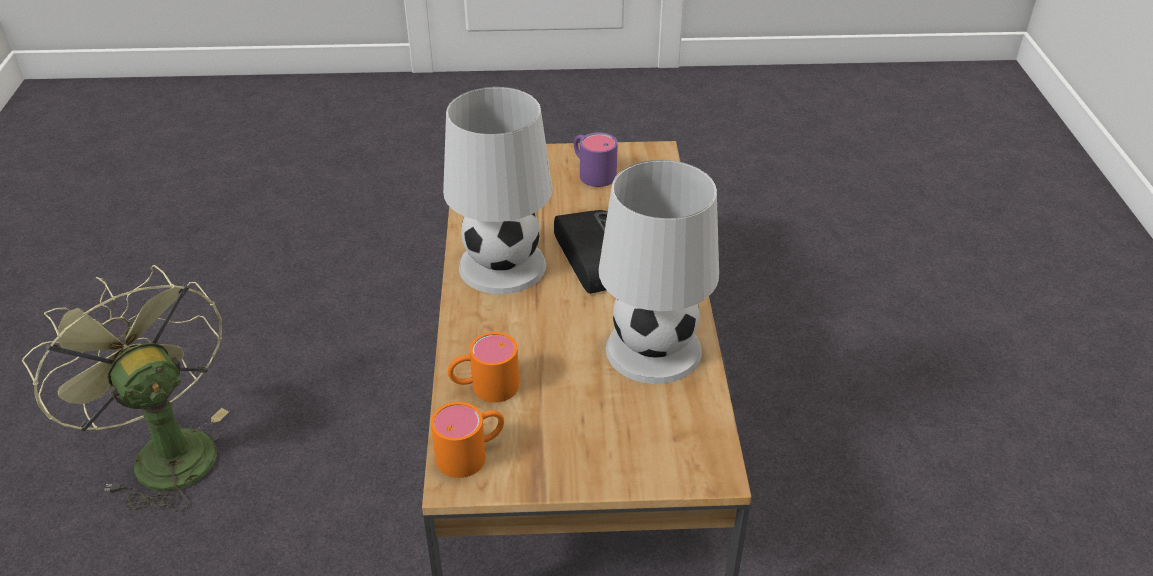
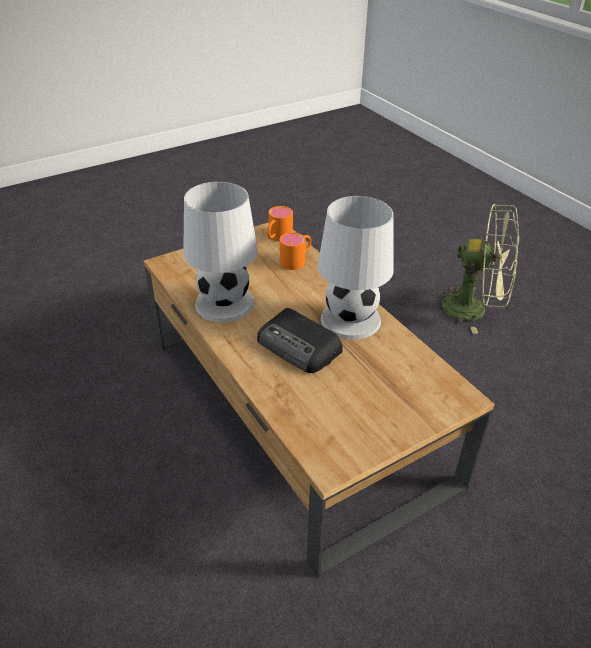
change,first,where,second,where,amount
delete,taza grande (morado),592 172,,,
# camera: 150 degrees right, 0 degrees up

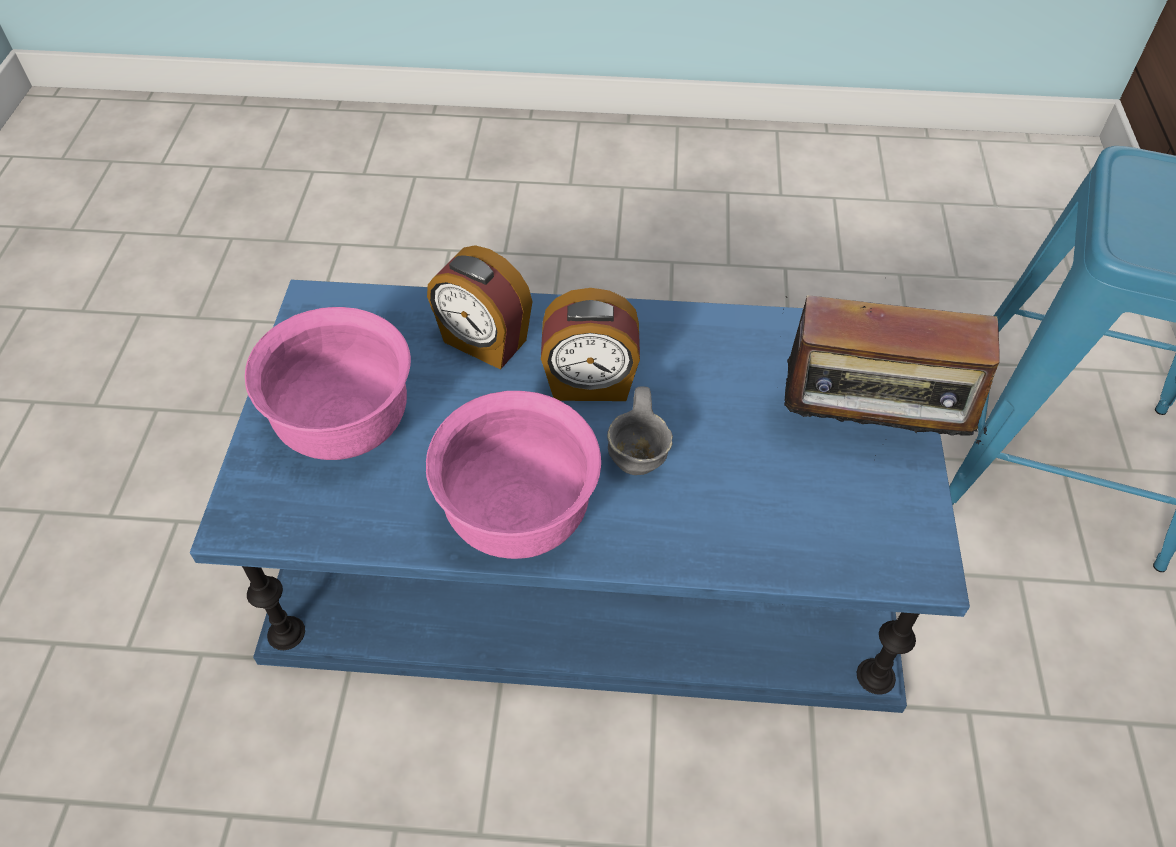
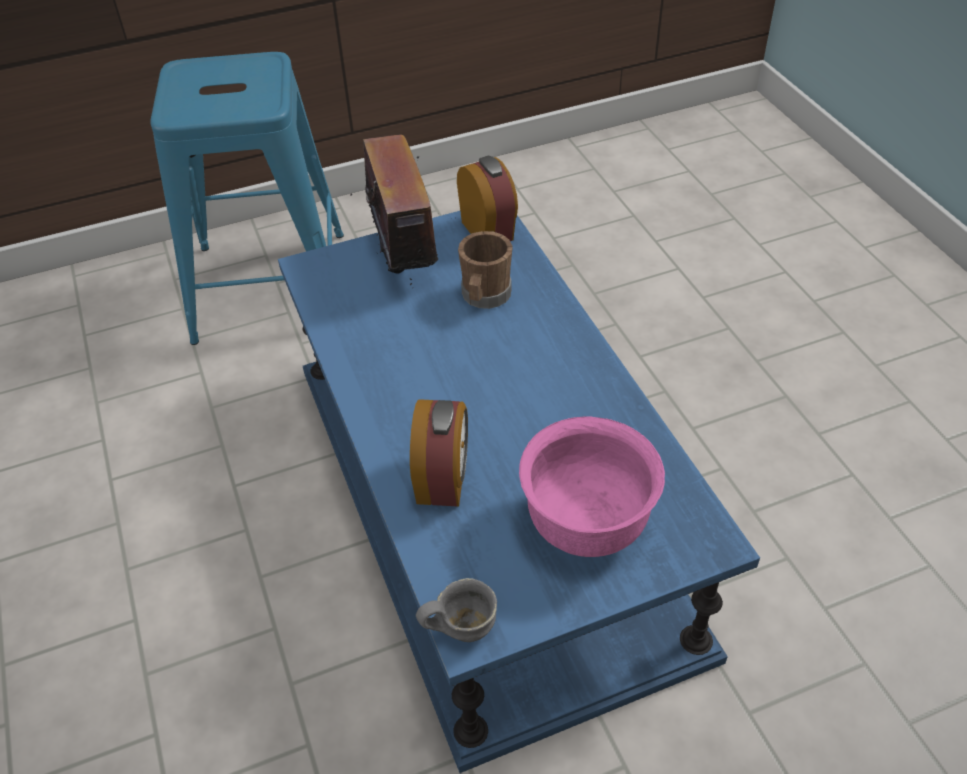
change,first,where,second,where,amount
delete,cuenco (rosa),518 518,,,
move,despertador,590 384,,488 230,
move,taza grande (gris),641 458,,461 627,
insert,,,taza grande (marrón),484 297,
# camera: 115 degrees left, 5 degrees down

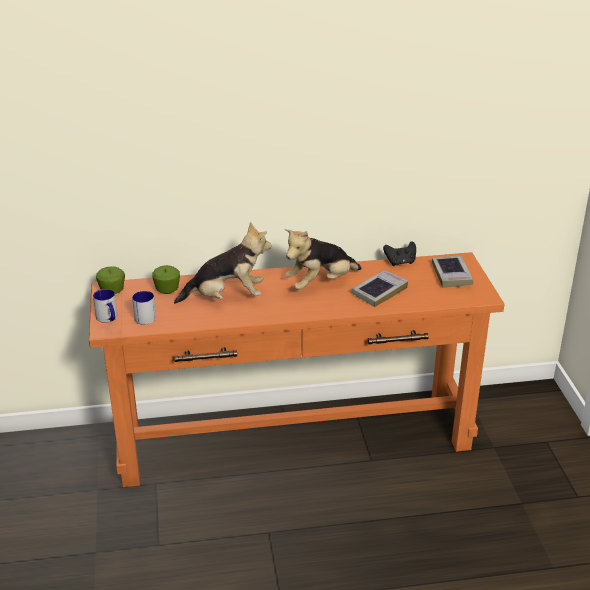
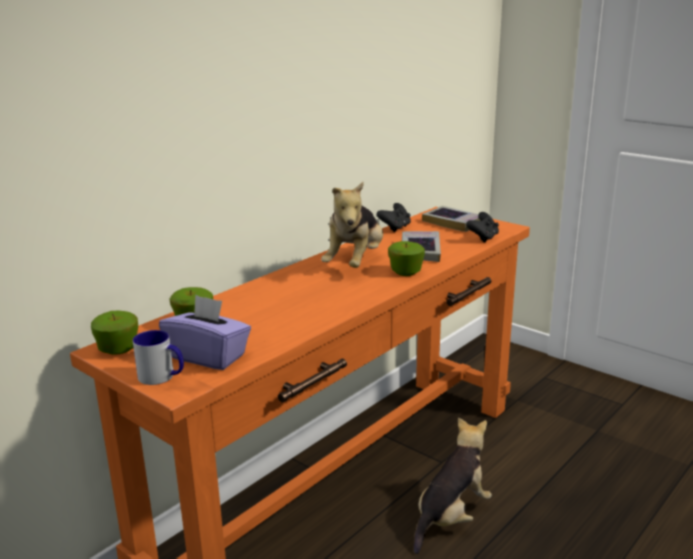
change,first,where,second,where,amount
replace,taza grande,144 316,caja de pañuelos (morado),208 356,
move,peluche,227 298,,451 517,
insert,,,manzana,405 272,
insert,,,mando de consola (negro),483 238,
# camera: 40 degrees left, 10 degrees down

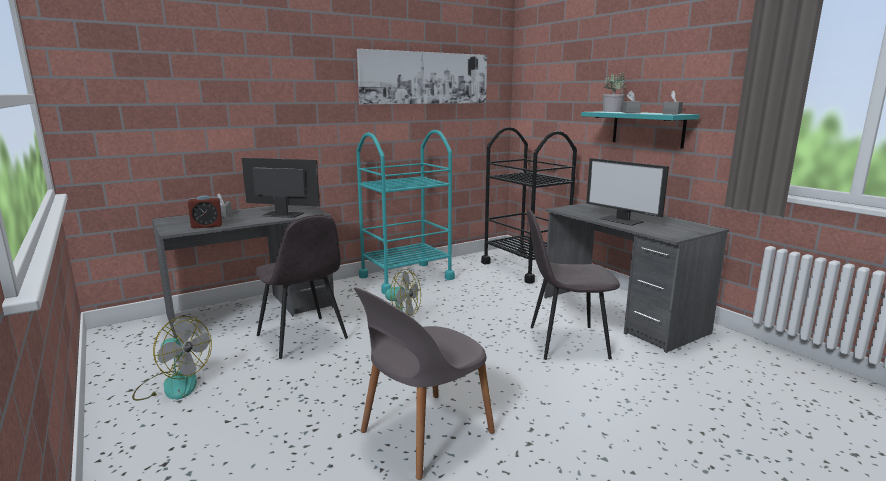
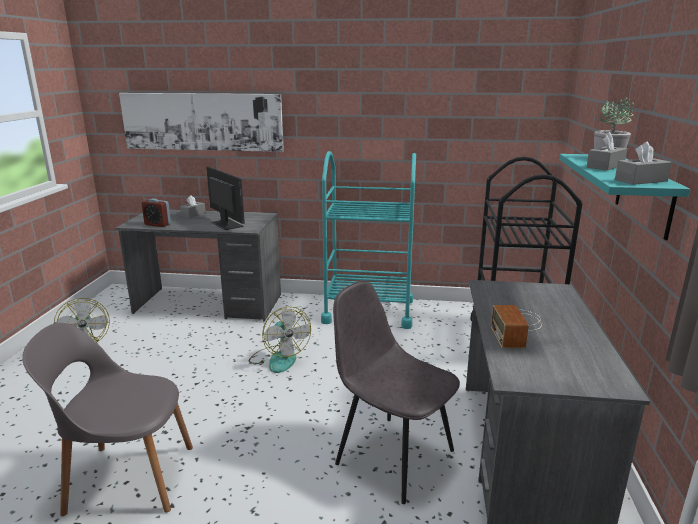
change,first,where,second,where,amount
delete,silla (gris),303 338,,,
move,cuadro,425 78,,202 121,
replace,monitor,622 220,radio,517 327,
# camera: 40 degrees right, 5 degrees up

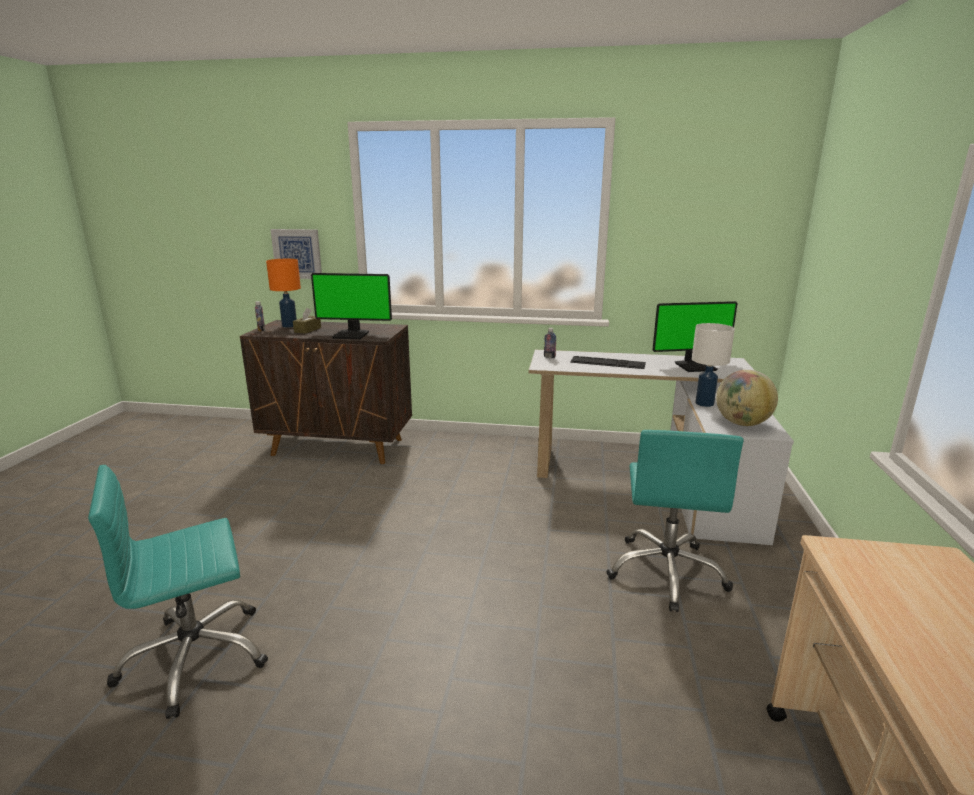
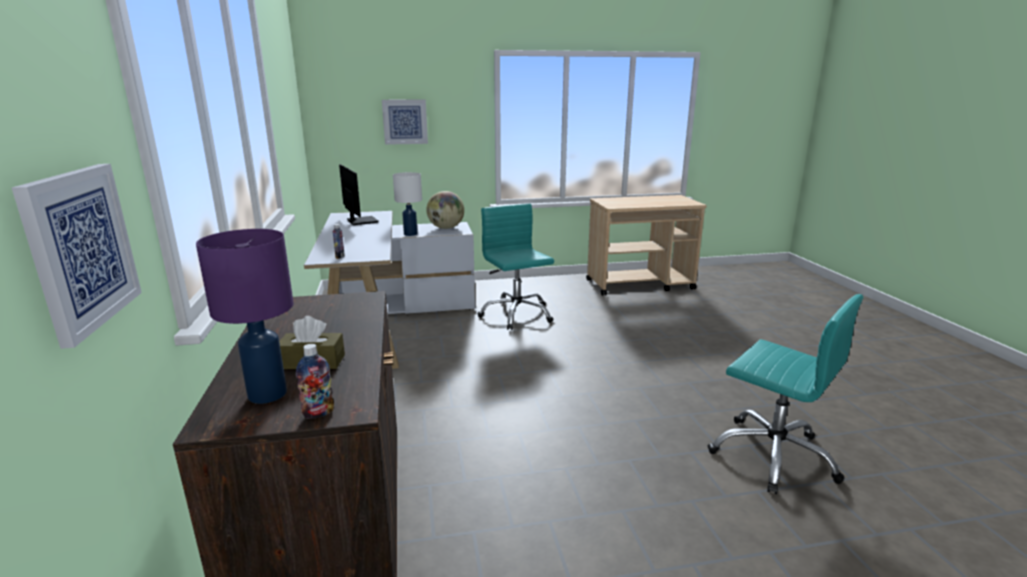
change,first,where,second,where,amount
recolor,lámpara de mesa (naranja),289 326,lámpara de mesa (morado),268 394,
delete,monitor,352 335,,,
delete,teclado,607 363,,,
rotate,silla de oficina (turquesa),667 572,,516 315,105 degrees counterclockwise
insert,,,cuadro,405 121,
# camera: 110 degrees left, 0 degrees up

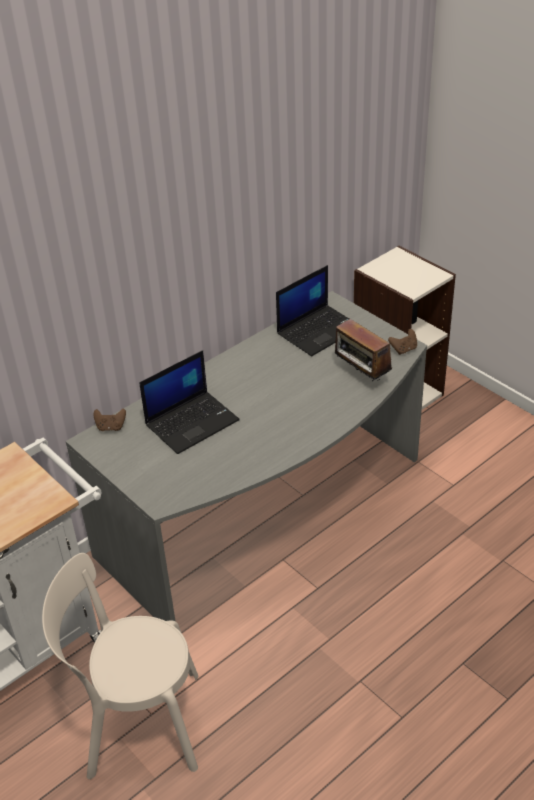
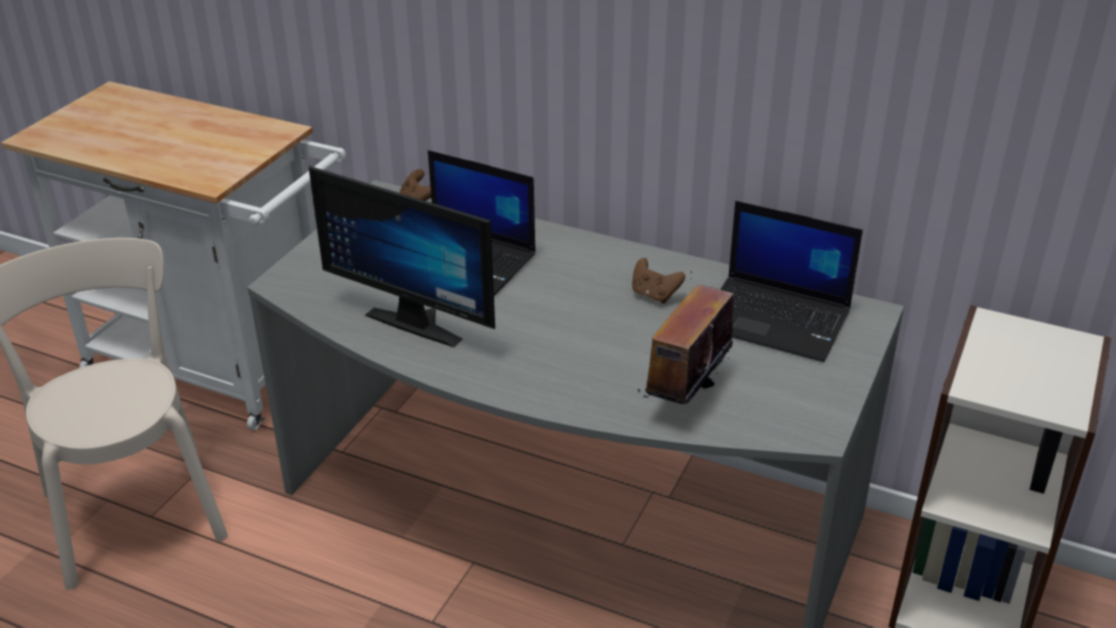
change,first,where,second,where,amount
move,mando de consola (marrón),403 349,,654 295,
insert,,,monitor,420 320,
# camera: 65 degrees right, 5 degrees down

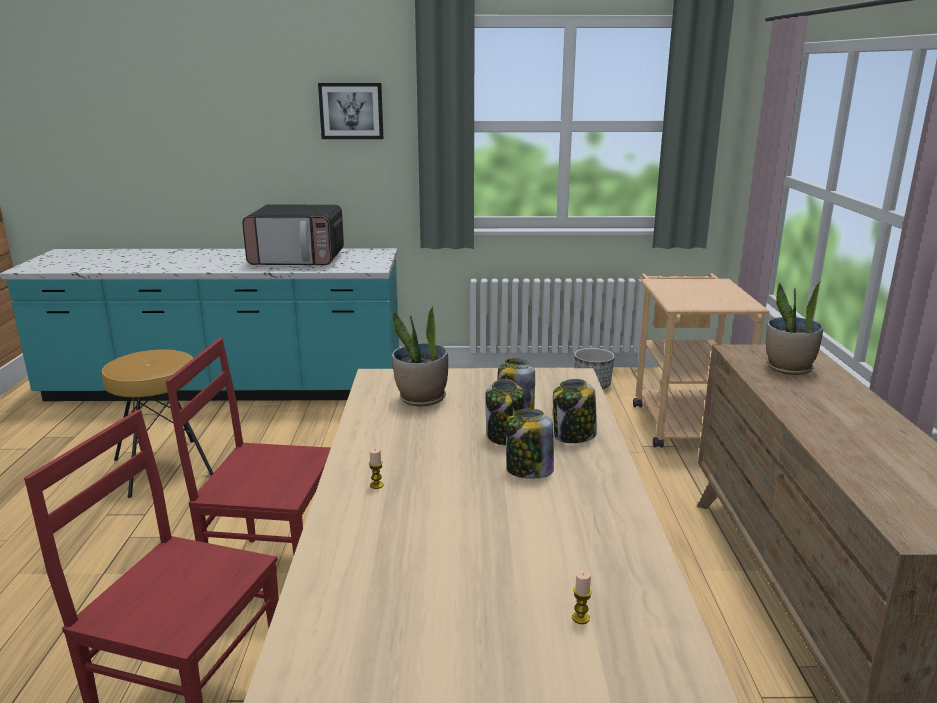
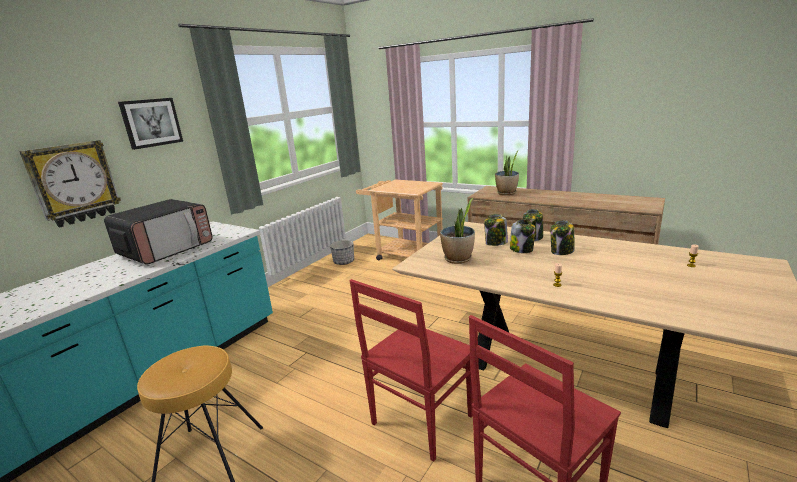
change,first,where,second,where,amount
insert,,,reloj de pared,74 183,
# camera: 55 degrees left, 0 degrees up

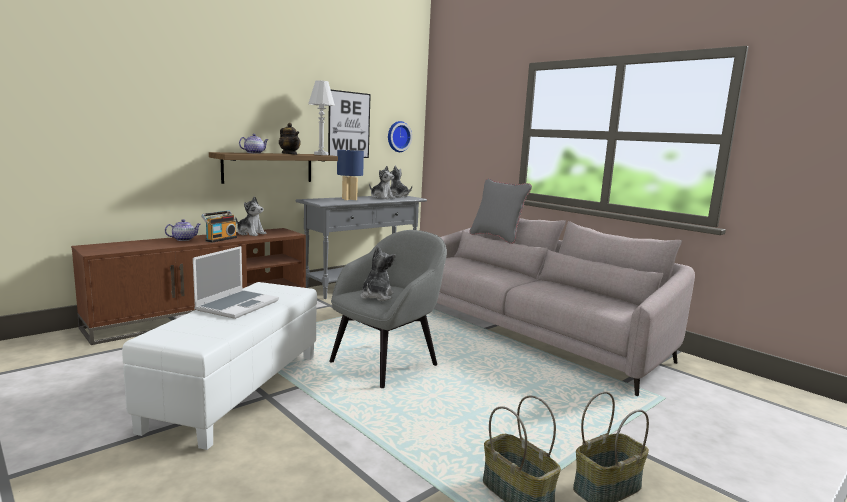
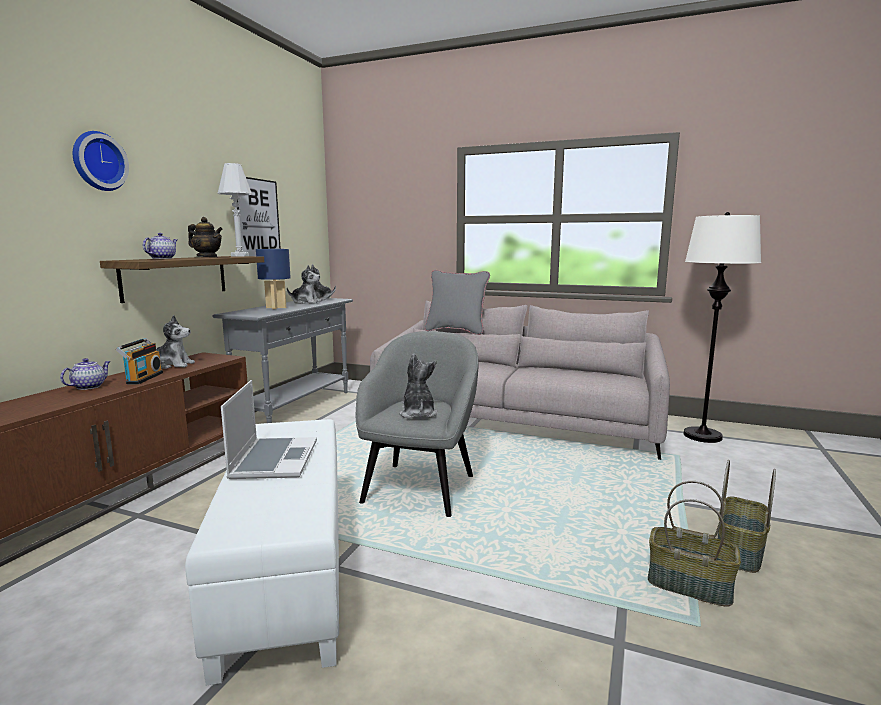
change,first,where,second,where,amount
move,reloj de pared,398 136,,98 161,
insert,,,lámpara de pie (blanco),702 436,
# camera: 25 degrees left, 0 degrees up

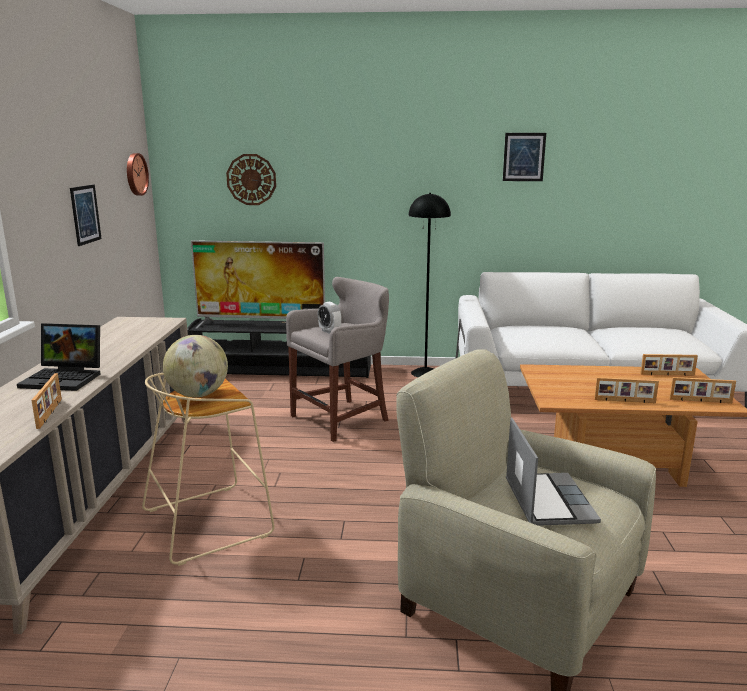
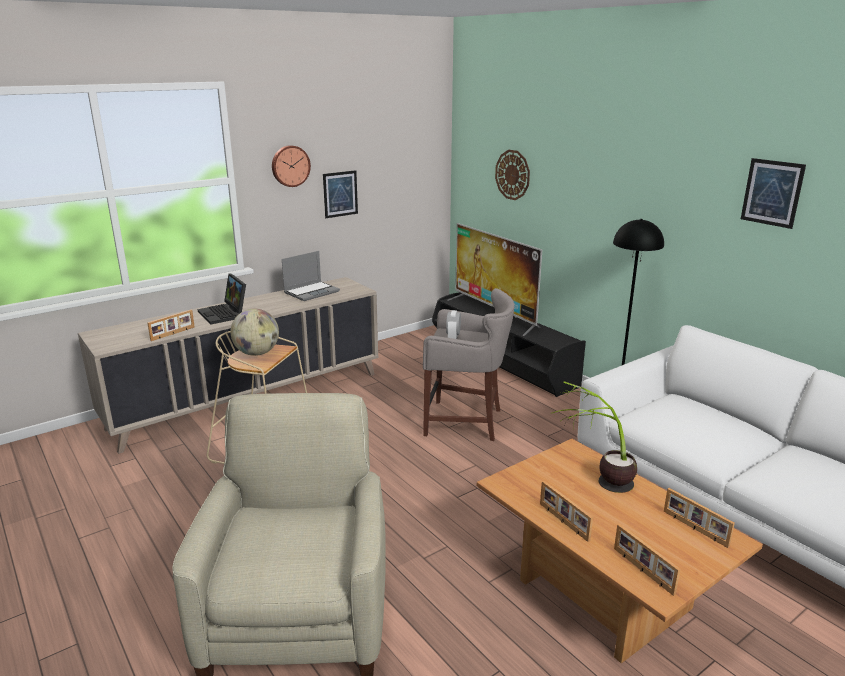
change,first,where,second,where,amount
move,reloj de pared,135 174,,290 166,
move,portátil,547 500,,312 292,
insert,,,planta en maceta,595 484,
# camera: 50 degrees right, 5 degrees up

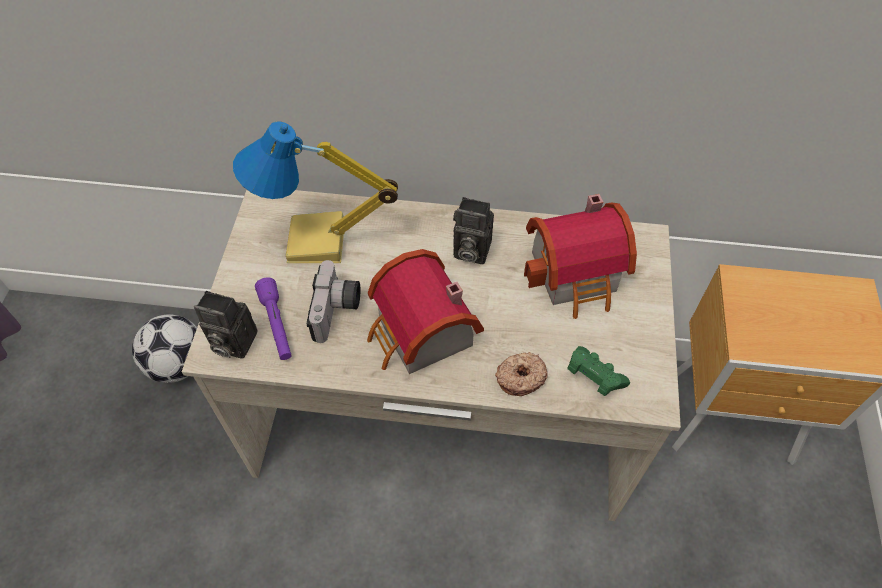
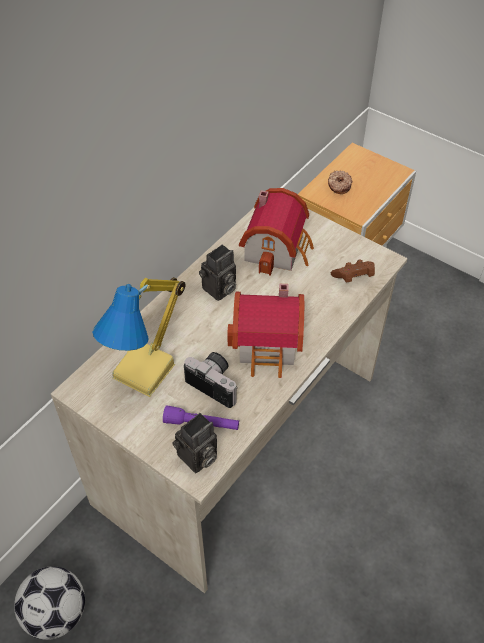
change,first,where,second,where,amount
move,rosquilla,520 377,,338 185,
recolor,mando de consola (verde),593 377,mando de consola (marrón),353 277,
# camera: 60 degrees left, 5 degrees down

